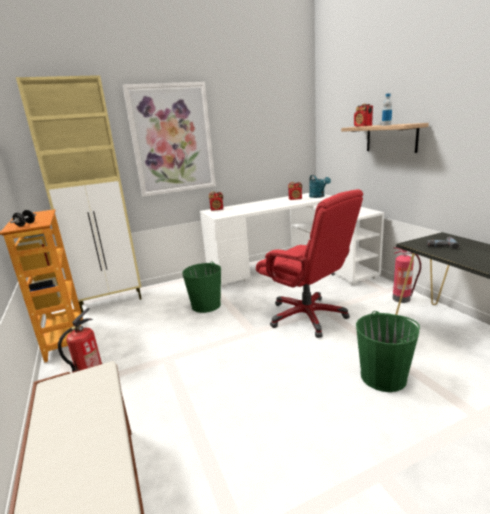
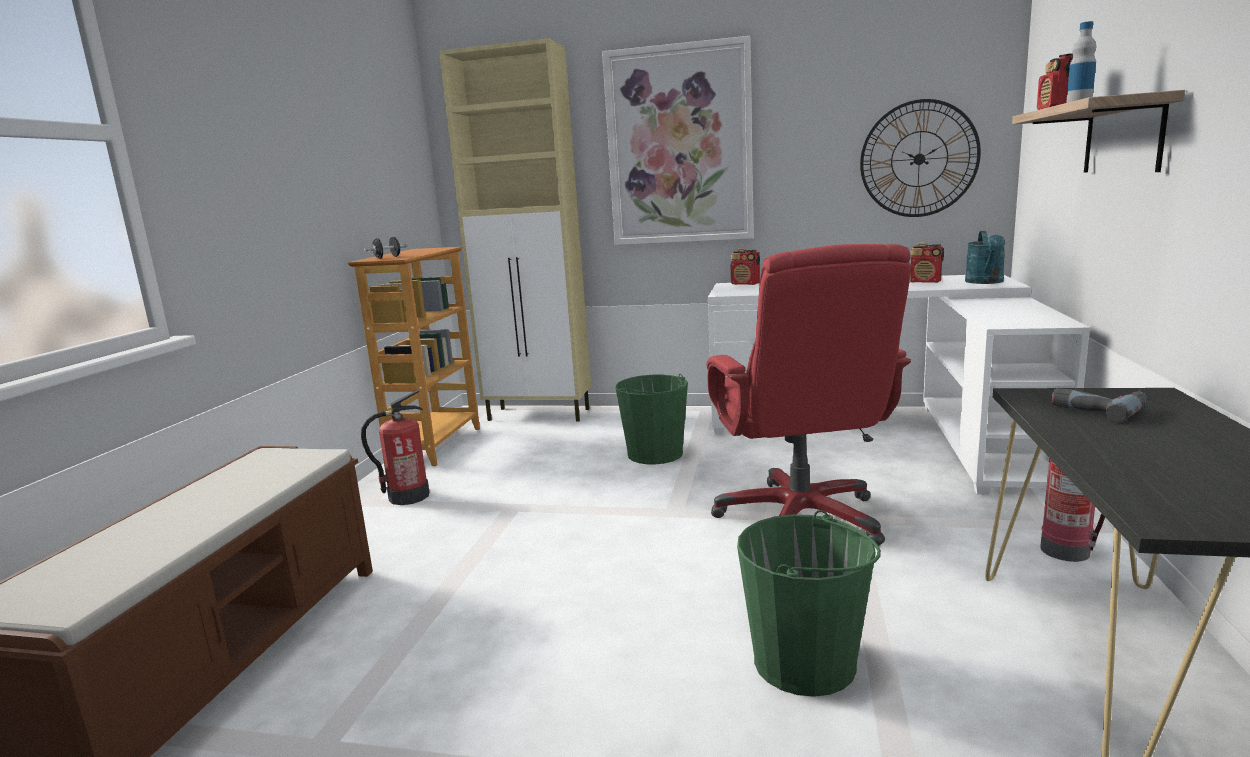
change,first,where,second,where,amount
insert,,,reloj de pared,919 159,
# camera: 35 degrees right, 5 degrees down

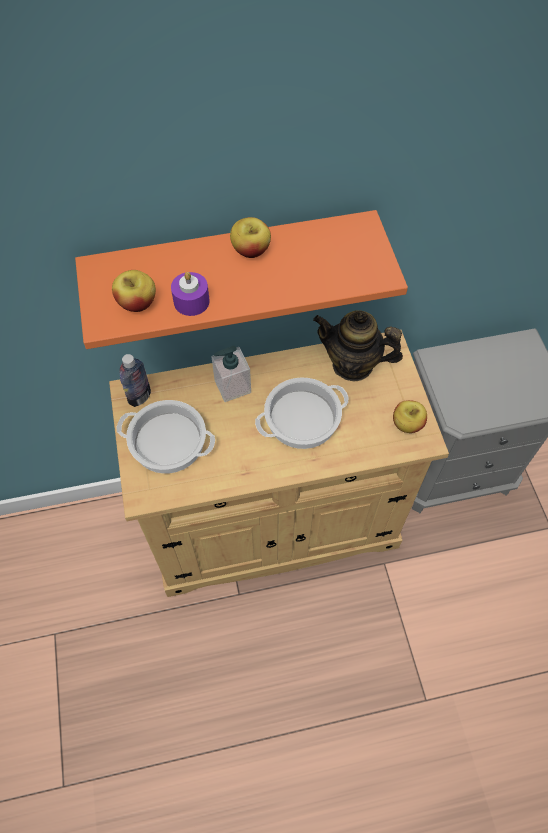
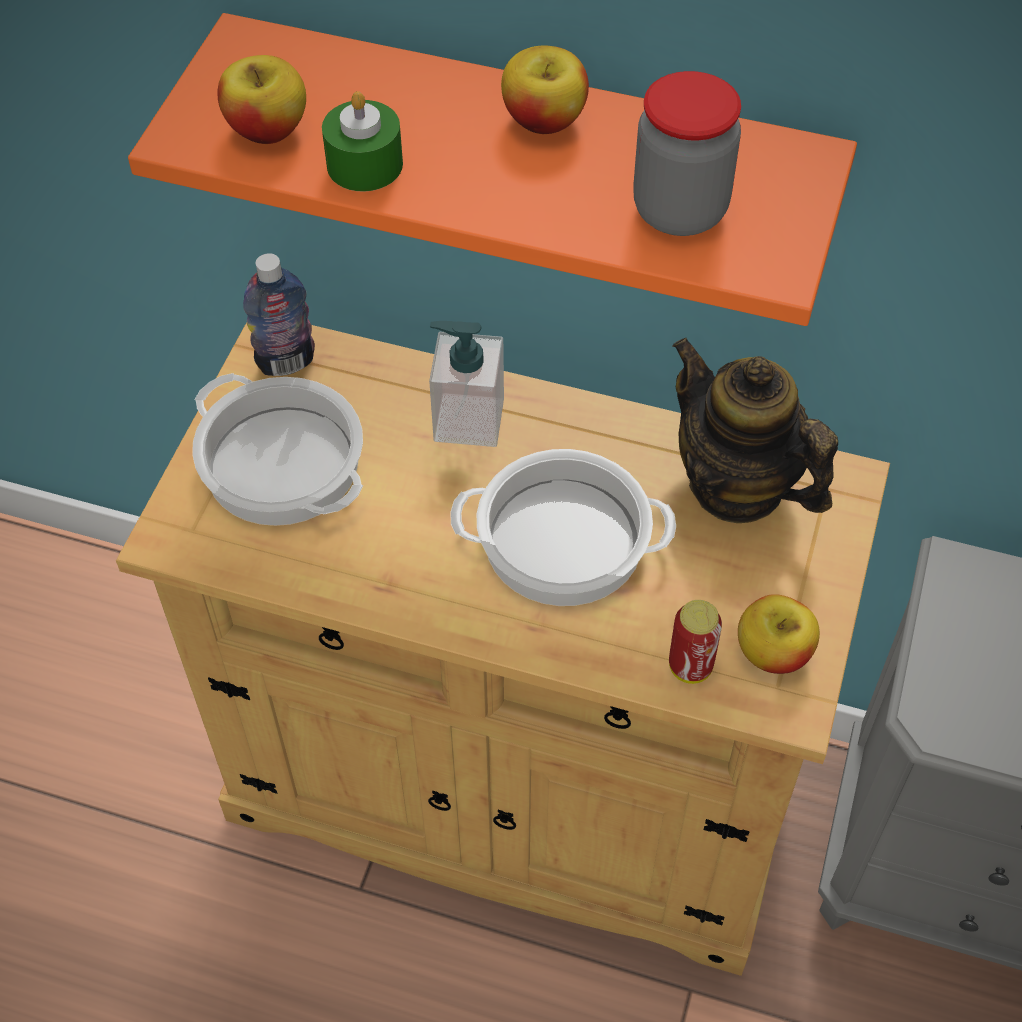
change,first,where,second,where,amount
recolor,vela (morado),191 301,vela (verde),364 164,
insert,,,tarro,680 210,
insert,,,lata,690 666,
# camera: 30 degrees right, 5 degrees down

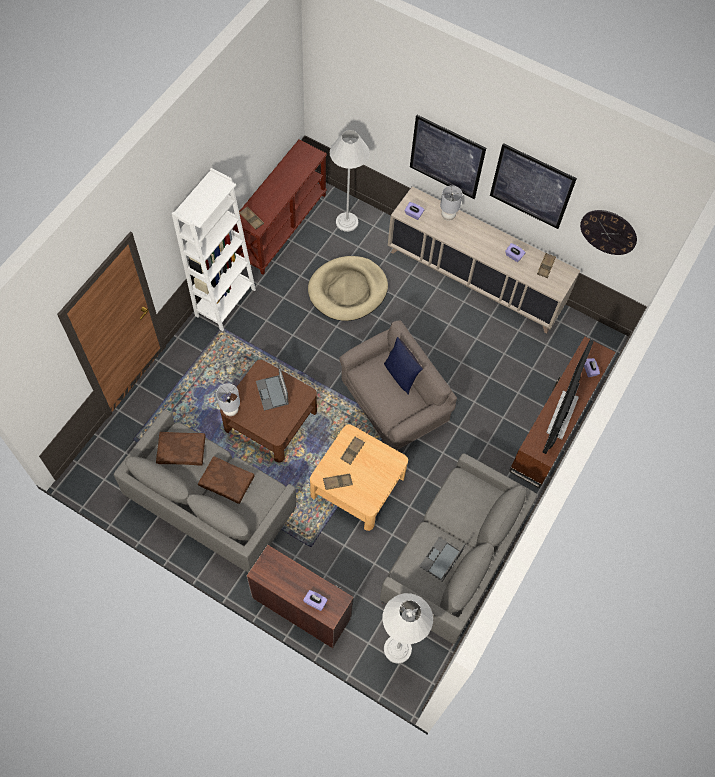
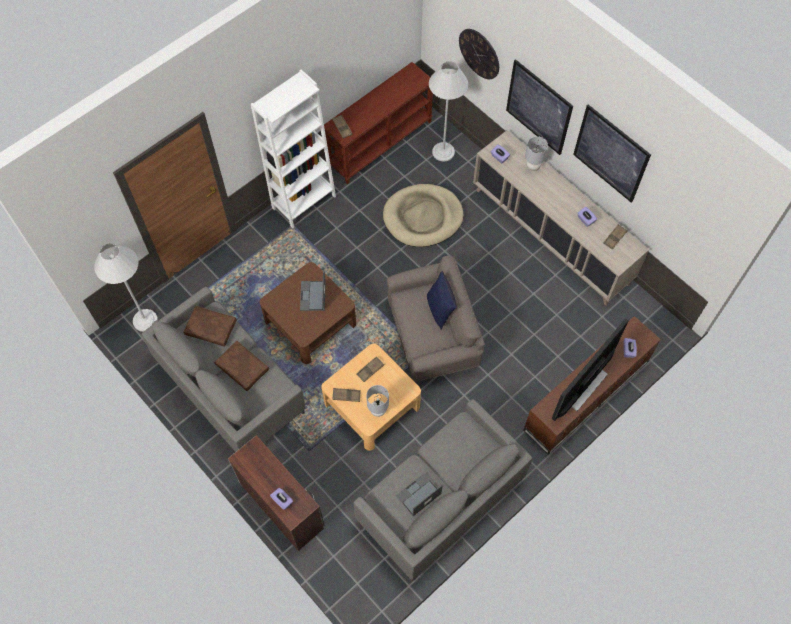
change,first,where,second,where,amount
move,lámpara de mesa (gris),230 411,,378 410,
move,lámpara de pie (blanco),397 649,,145 320,
move,reloj de pared,608 232,,479 53,
# camera: 20 degrees right, 0 degrees up

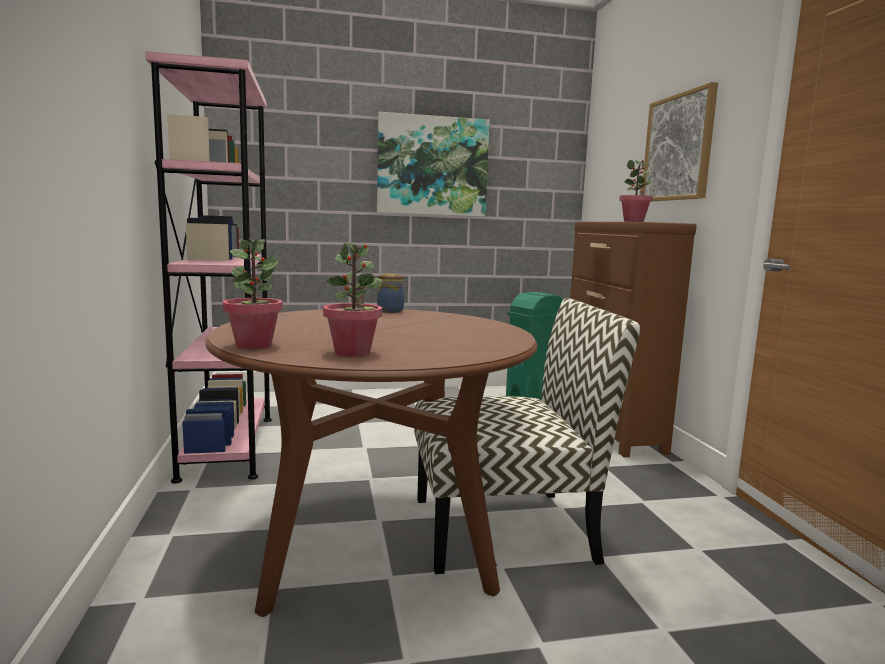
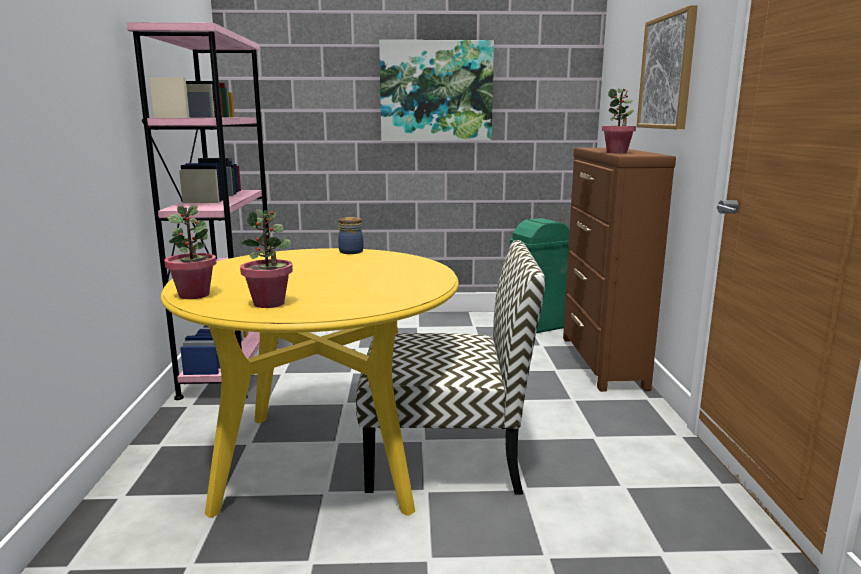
change,first,where,second,where,amount
recolor,mesa de comedor (marrón),373 540,mesa de comedor (amarillo),324 460,
# camera: 10 degrees right, 5 degrees up

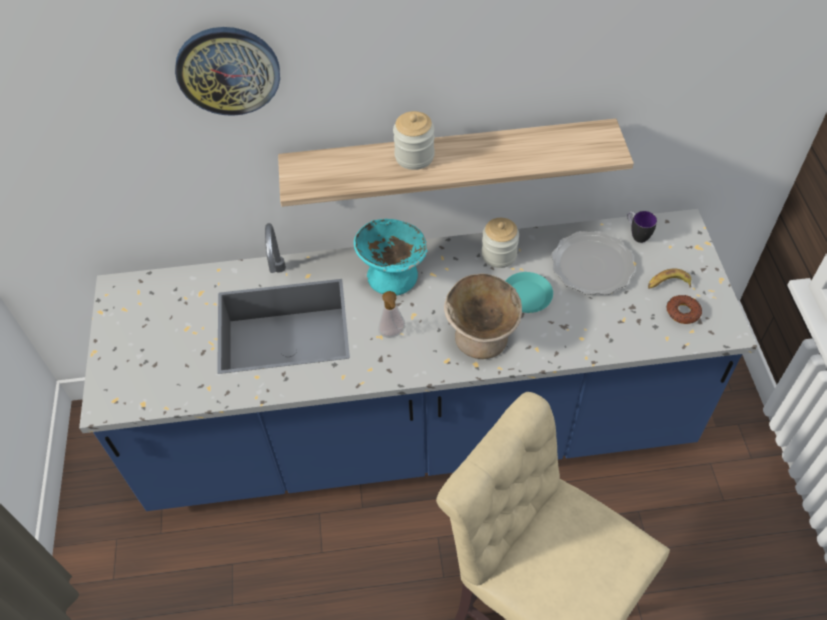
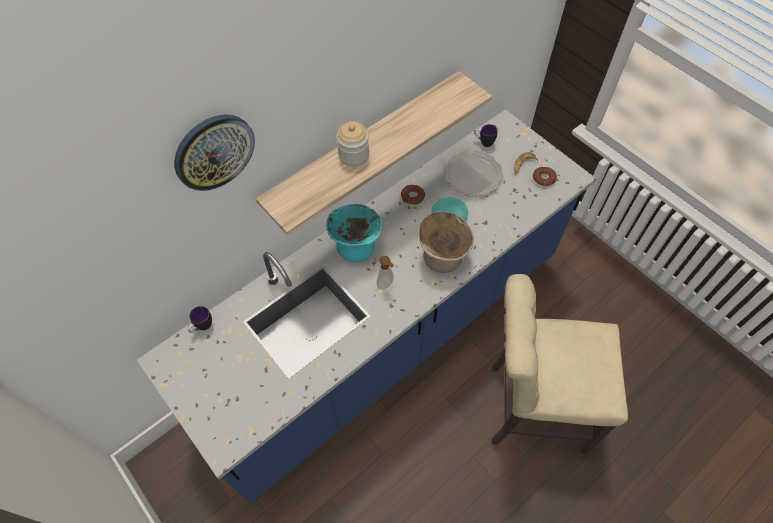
change,first,where,second,where,amount
replace,tarro,499 255,rosquilla,412 196,
insert,,,taza grande,202 327,
# camera: 35 degrees left, 5 degrees up

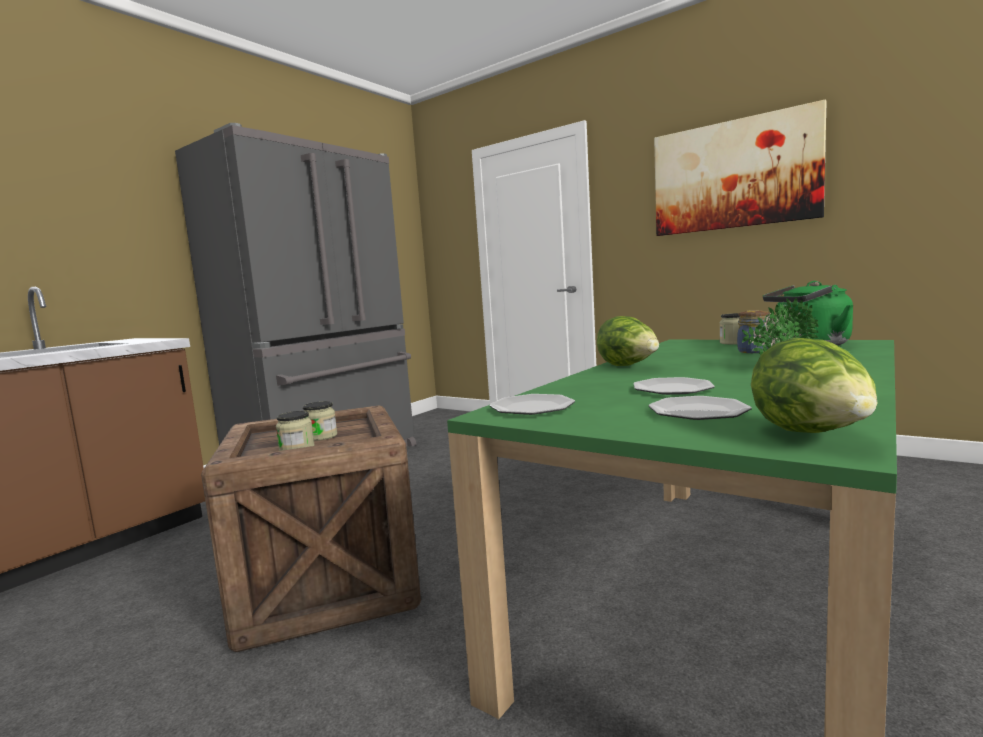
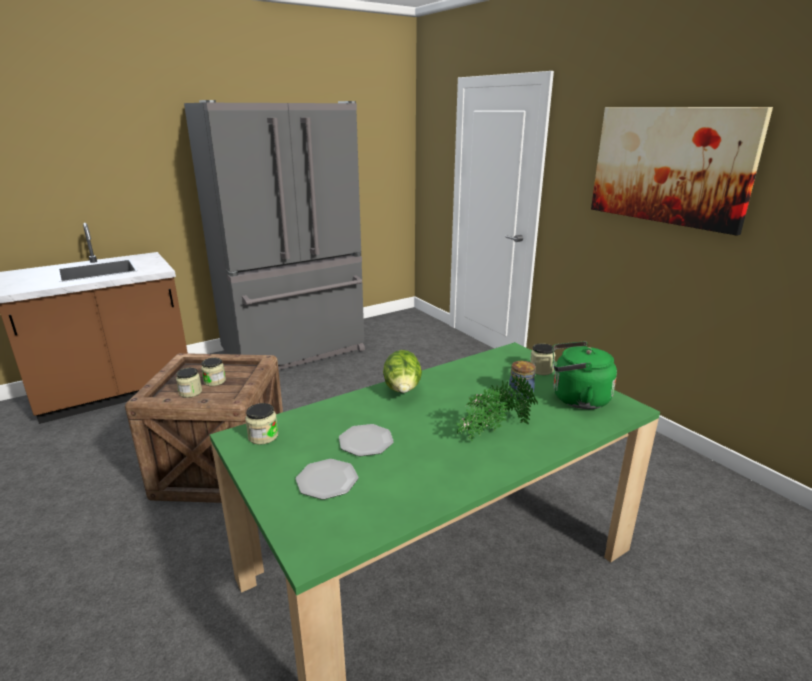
change,first,where,second,where,amount
replace,plato,531 408,tarro,263 436,
delete,lechuga,812 435,,,
# camera: 20 degrees right, 15 degrees up

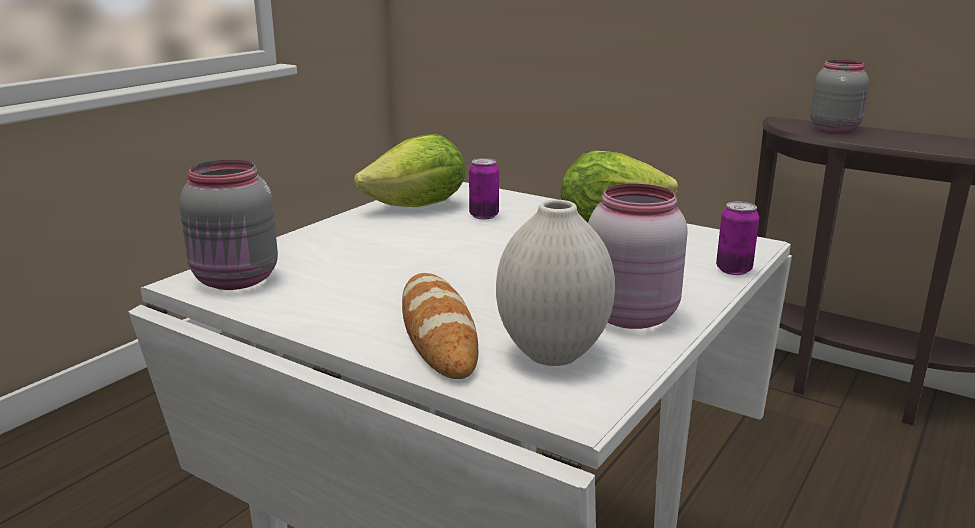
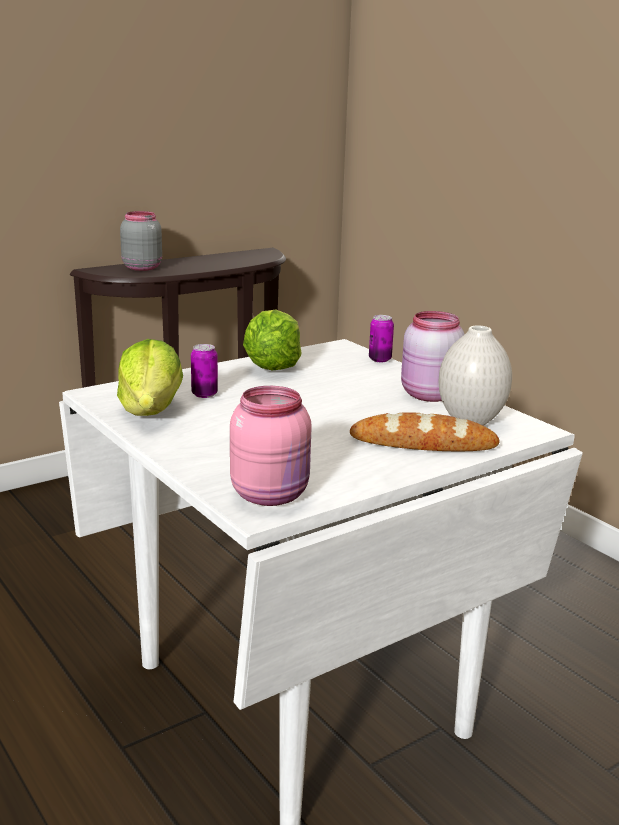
change,first,where,second,where,amount
recolor,tarro (gris),237 280,tarro (rosa),272 494,
# camera: 70 degrees left, 0 degrees up

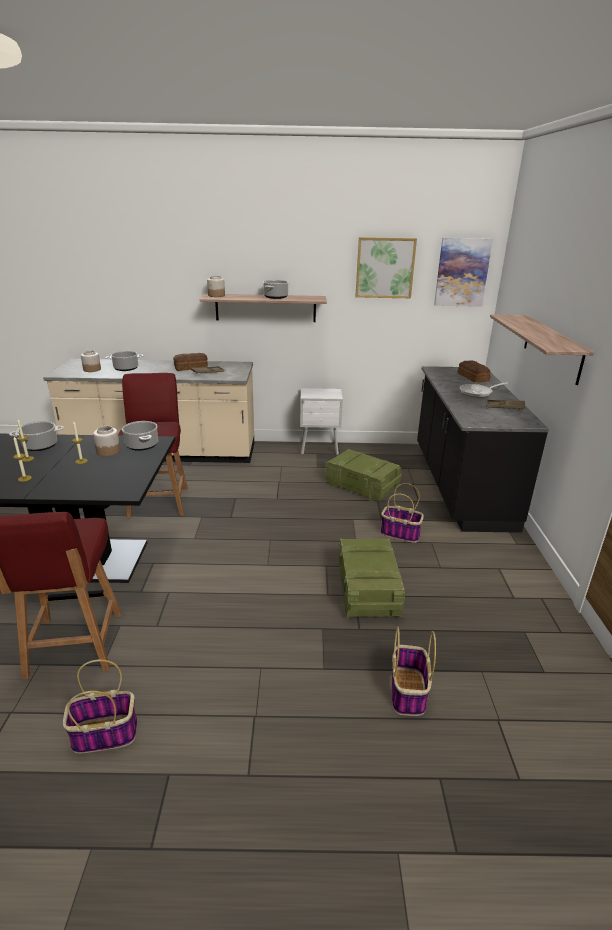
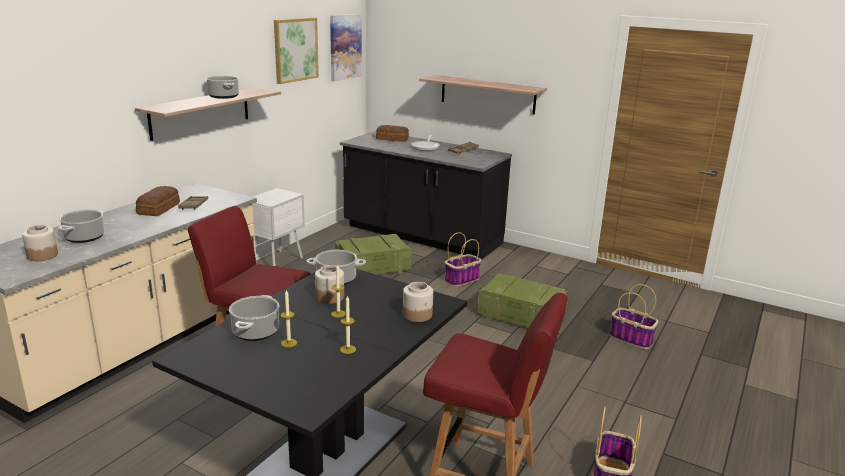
change,first,where,second,where,amount
move,tarro,216 295,,417 315,
# camera: 60 degrees left, 5 degrees down

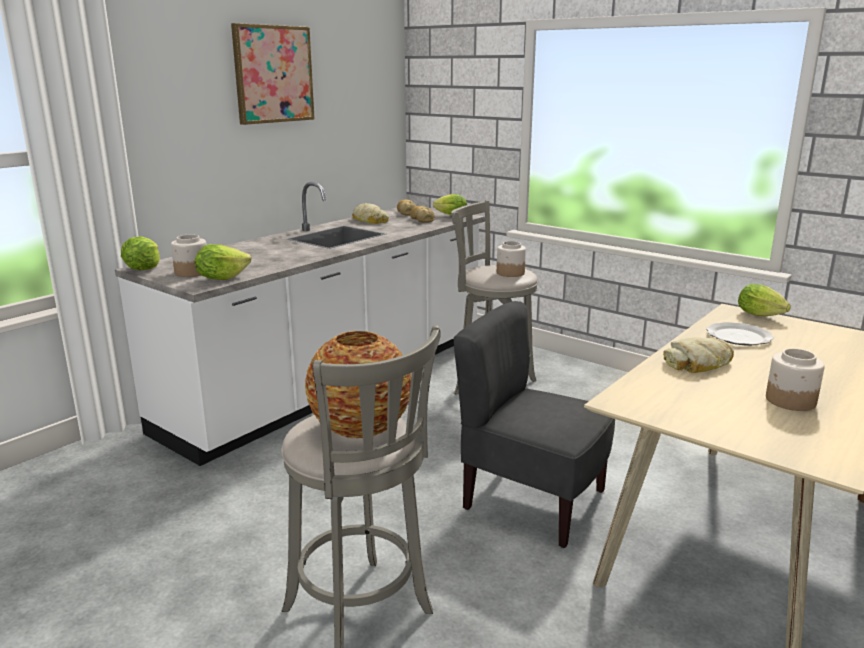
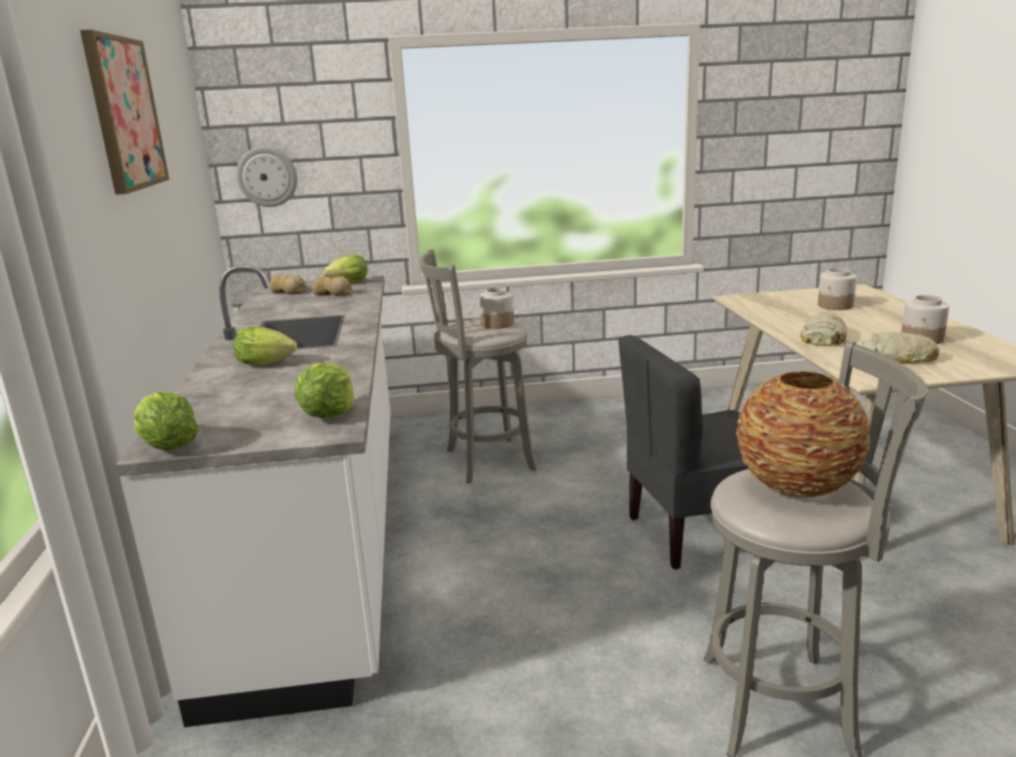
change,first,where,second,where,amount
move,tarro,191 272,,835 306,
move,pan,370 220,,898 358,
delete,plato,739 337,,,
move,lechuga,762 316,,269 364,
insert,,,reloj de pared,267 176,
# camera: 45 degrees left, 0 degrees up

